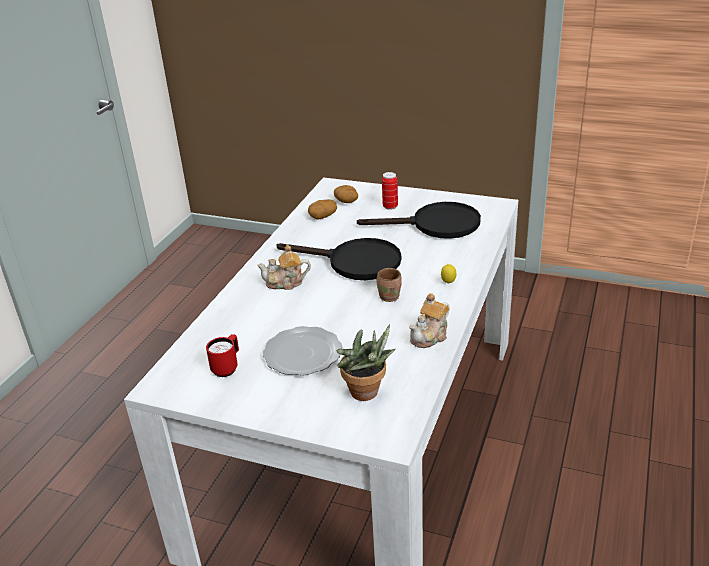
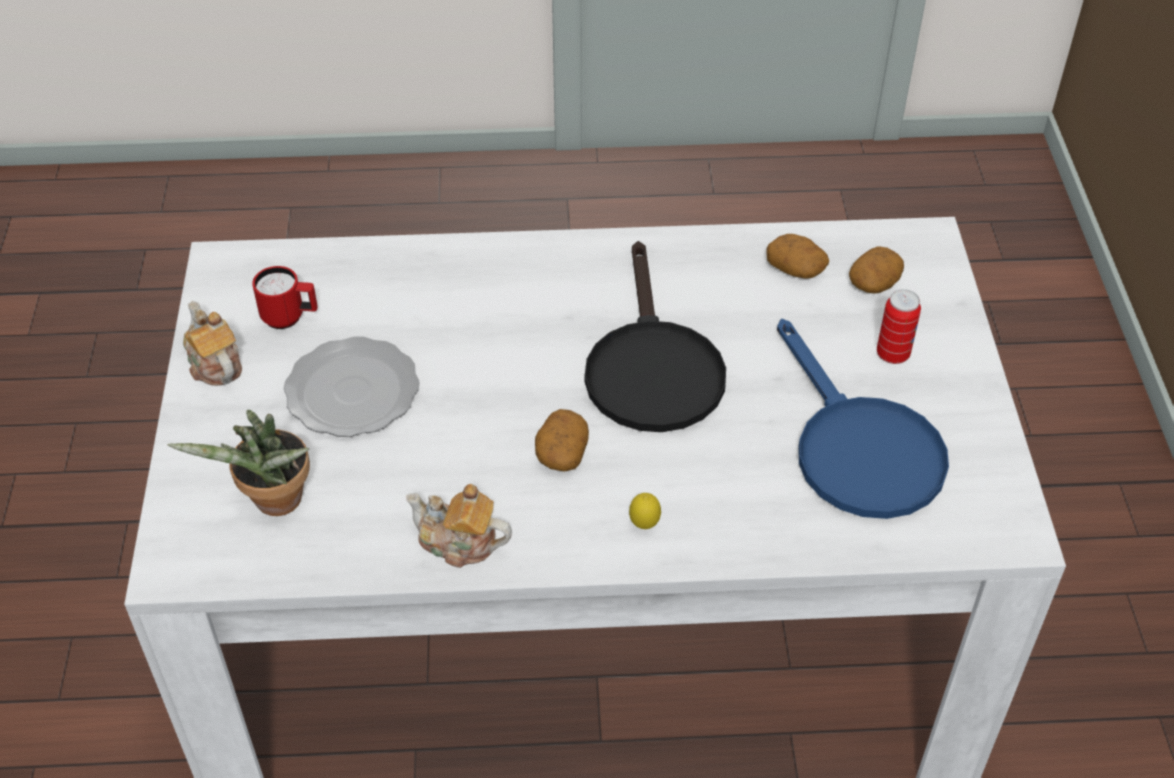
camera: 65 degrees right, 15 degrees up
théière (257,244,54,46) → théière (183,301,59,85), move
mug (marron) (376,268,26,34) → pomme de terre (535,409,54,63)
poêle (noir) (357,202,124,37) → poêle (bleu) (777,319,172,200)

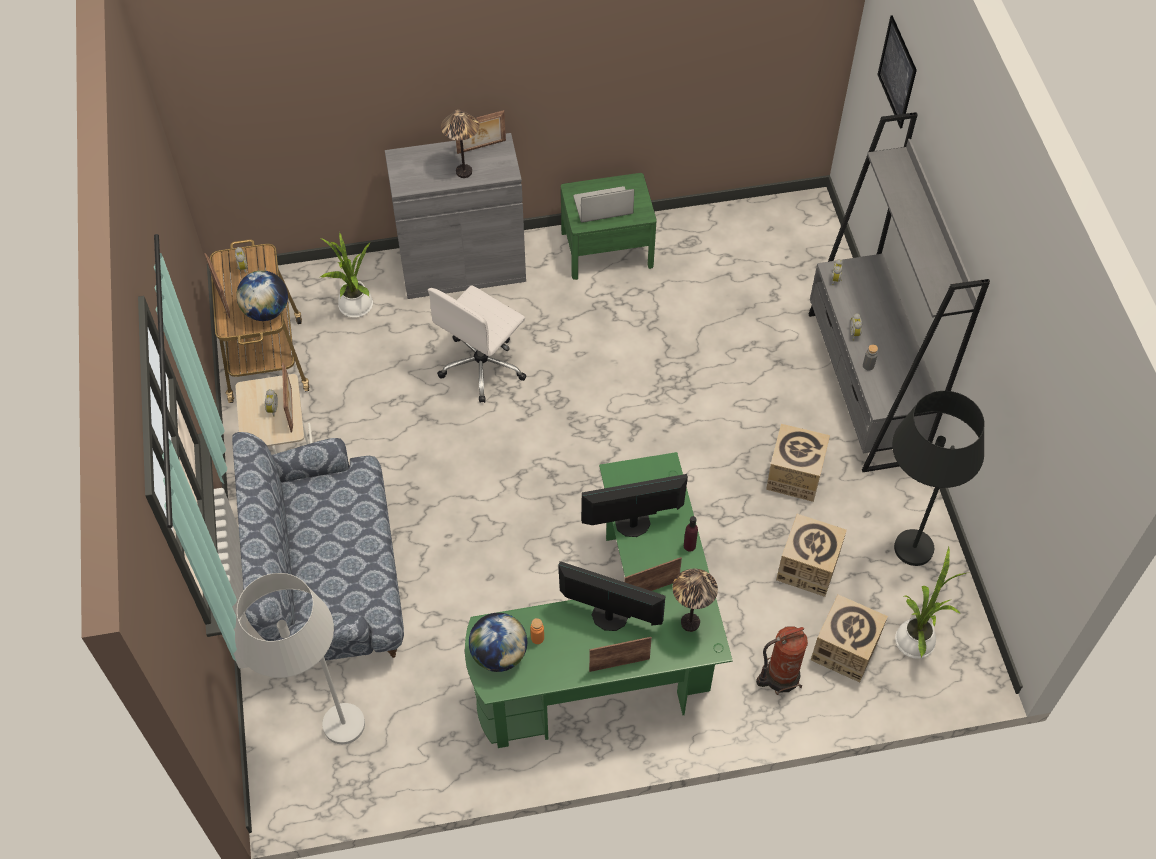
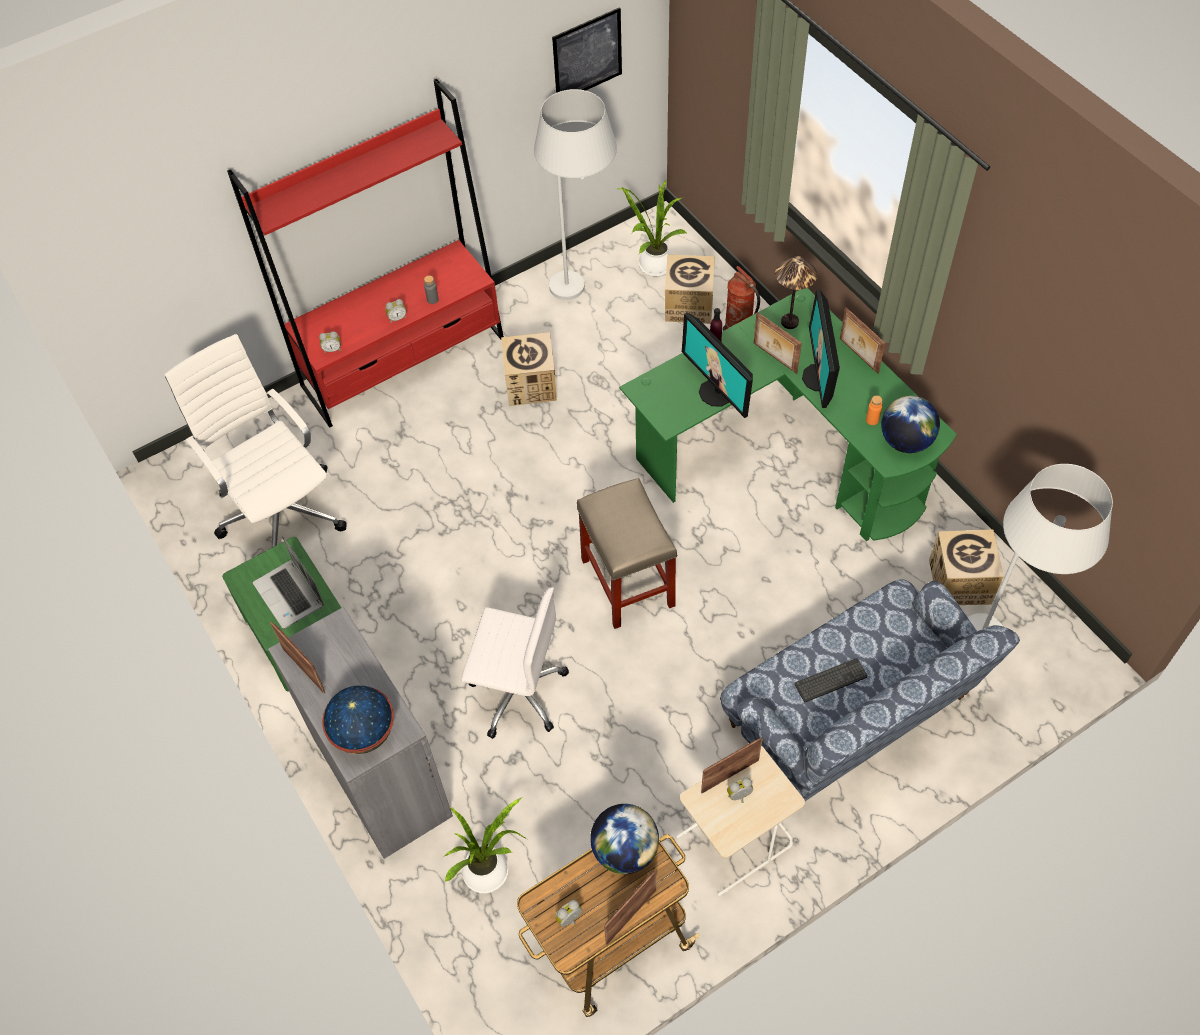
camera: 110 degrees left, 0 degrees up
lampe de table (441,110,38,68) → -
- → chaise de bureau (blanc) (164,334,183,213)
- → globe (322,685,72,69)
- → tabouret (beige) (577,478,100,151)
- → clavier (795,658,73,44)
carton (776,514,71,83) → carton (929,530,75,75), move
tableau (877,15,40,114) → tableau (552,7,70,86), move
bibliothèque (gris) (808,112,182,360) → bibliothèque (rouge) (227,78,277,350)
lampadaire (noir) (892,391,93,175) → lampadaire (blanc) (534,89,83,211)

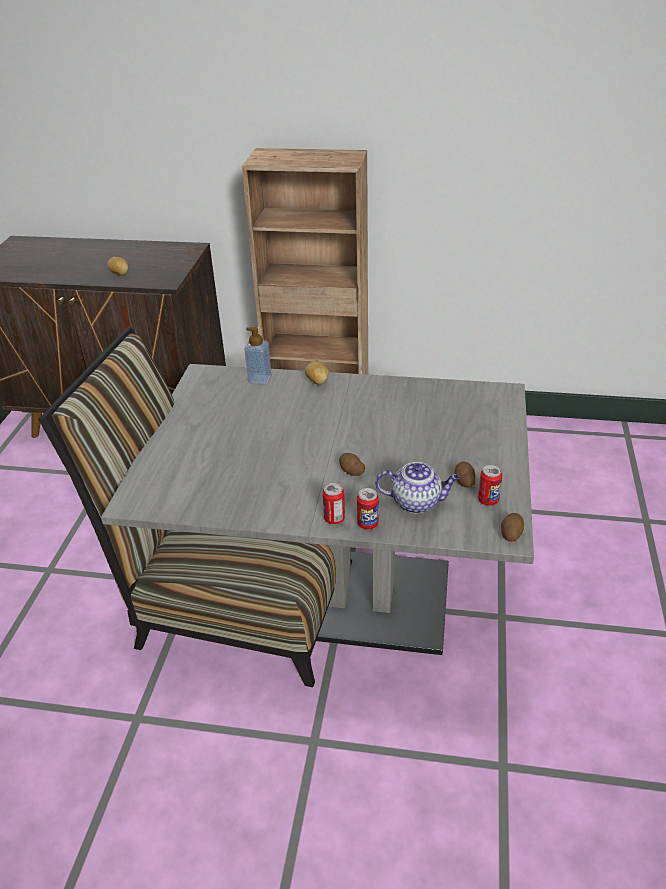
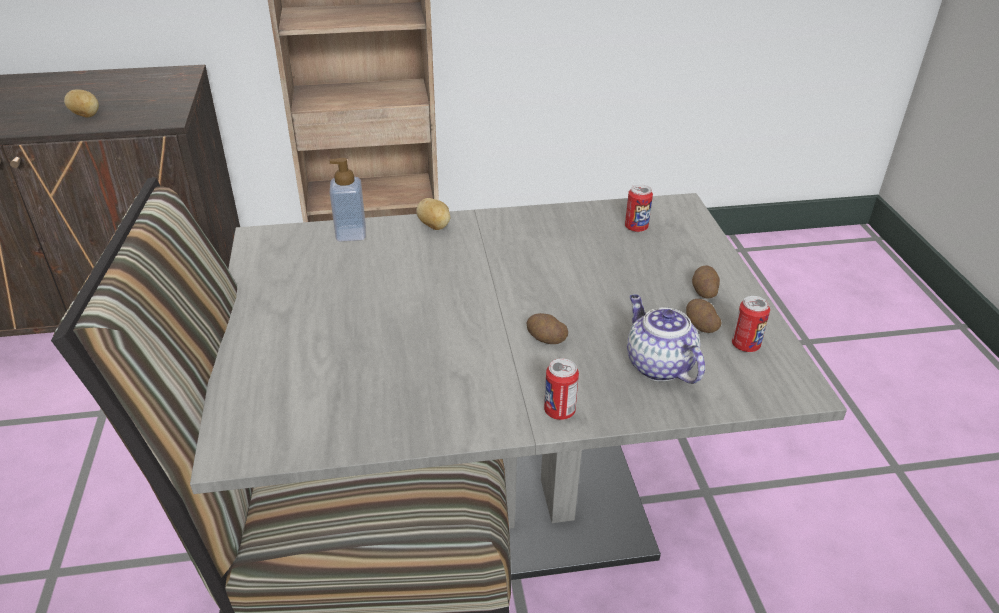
camera: 20 degrees left, 0 degrees up
boîte métallique (357,488,22,42) → boîte métallique (625,184,28,48), move
pomme de terre (501,513,23,28) → pomme de terre (692,265,28,33), move
théière (375,462,85,51) → théière (627,294,78,90), 105 degrees counterclockwise

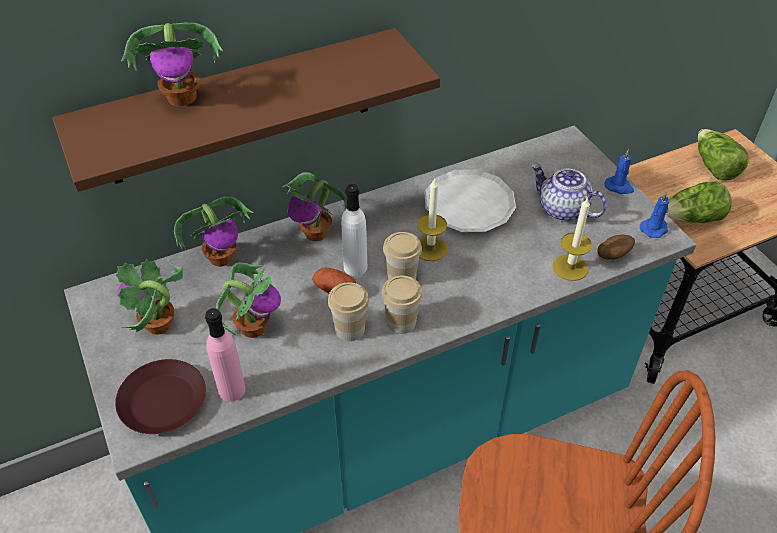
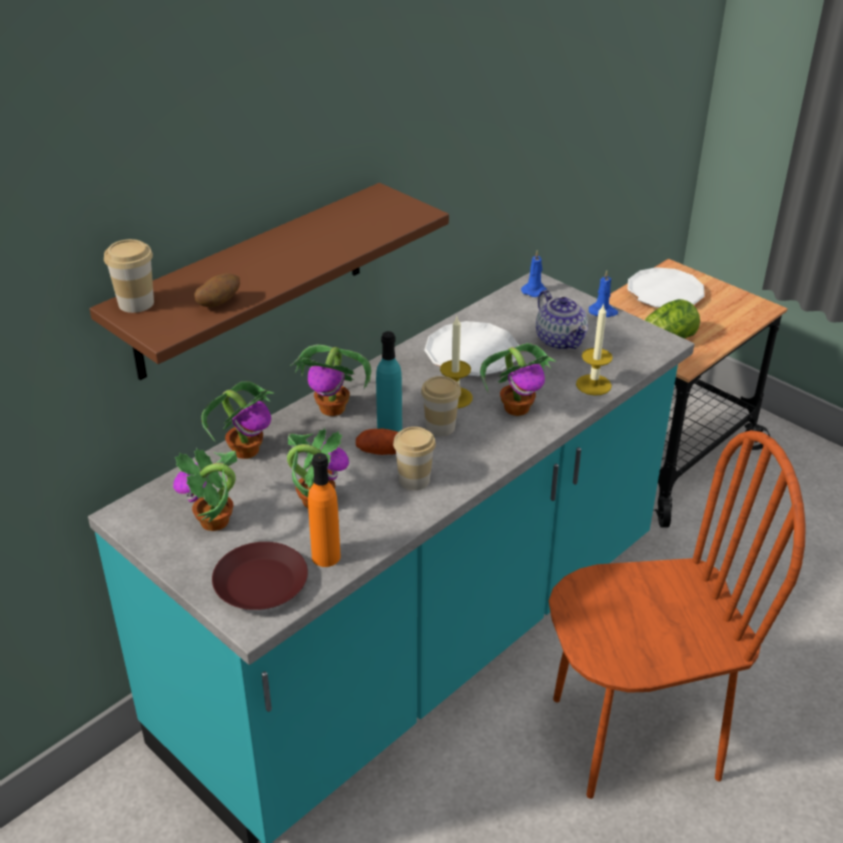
camera: 20 degrees left, 10 degrees down
plante en pot (121,22,102,84) → plante en pot (480,343,76,73), move
tasse (381,276,41,58) → tasse (104,239,50,74), move
pomme de terre (597,235,38,25) → pomme de terre (194,273,46,34), move
bougie (bleu) (640,192,29,46) → bougie (bleu) (521,250,26,47), move
laitue (698,129,51,52) → assiette (blanc) (628,267,77,41)
bouteille (rose) (205,308,41,94) → bouteille (orange) (308,453,33,114)
bouteille (blanc) (341,184,26,92) → bouteille (turquoise) (376,331,26,101)
théière (531,164,76,58) → théière (536,290,52,60), 135 degrees counterclockwise

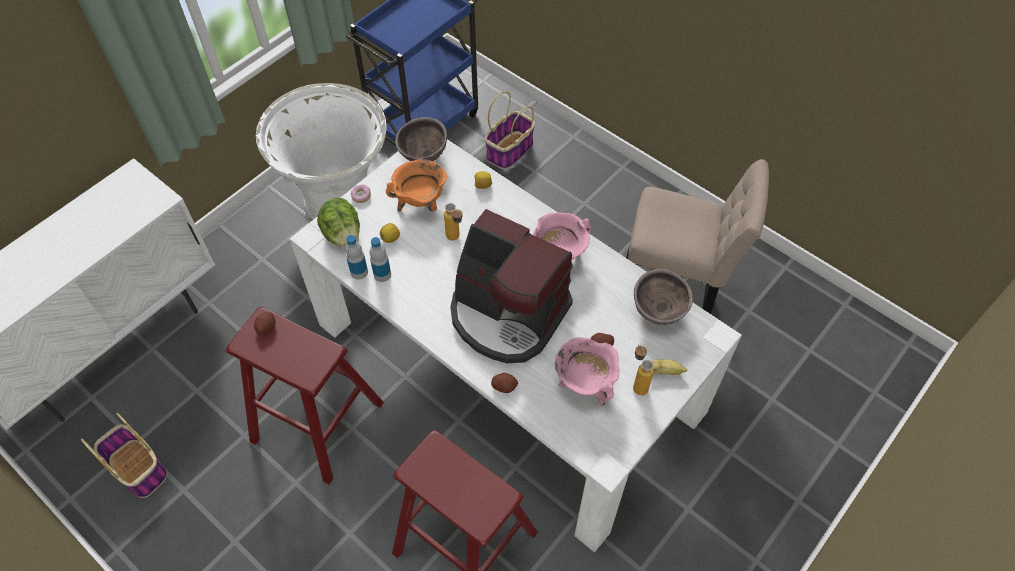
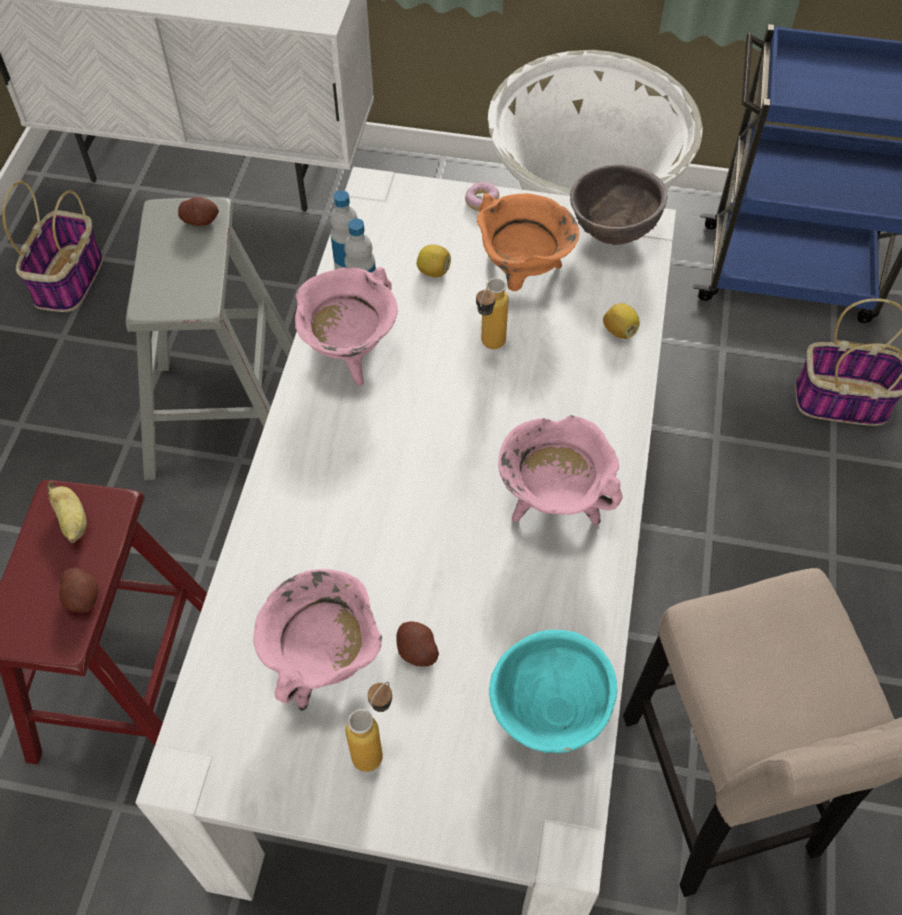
camera: 60 degrees right, 0 degrees up
laitue (317,198,43,50) → -
machine à café (450,209,123,154) → -
- → marmite (rose) (295,267,103,119)
pomme de terre (491,373,27,20) → pomme de terre (59,568,39,45), move
banane (652,359,35,16) → banane (47,482,40,61), move
tabouret (rouge) (226,307,158,177) → tabouret (gris) (126,198,168,282)
bol (marron) (634,269,59,56) → bol (turquoise) (489,630,128,123)

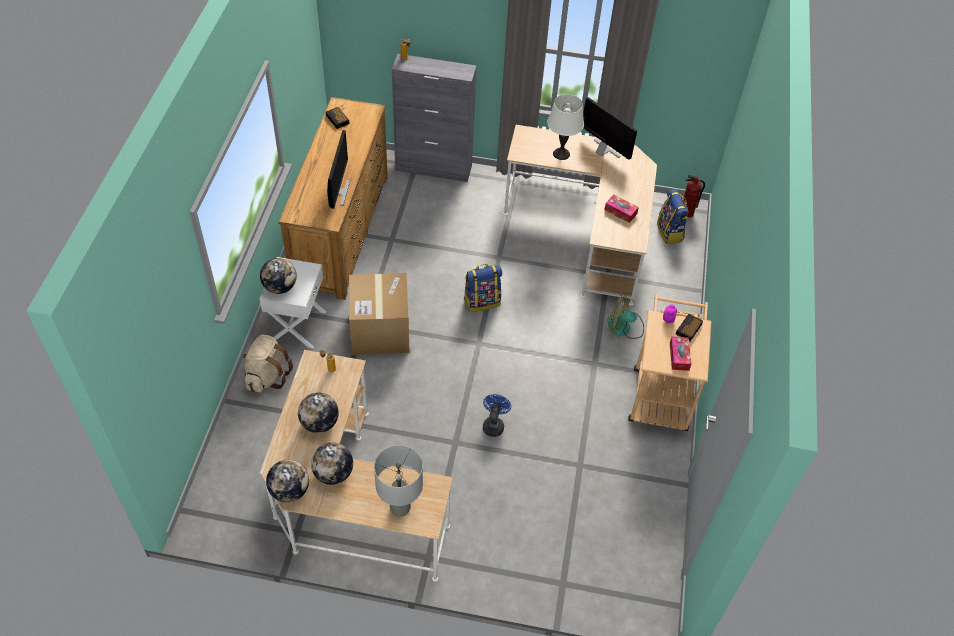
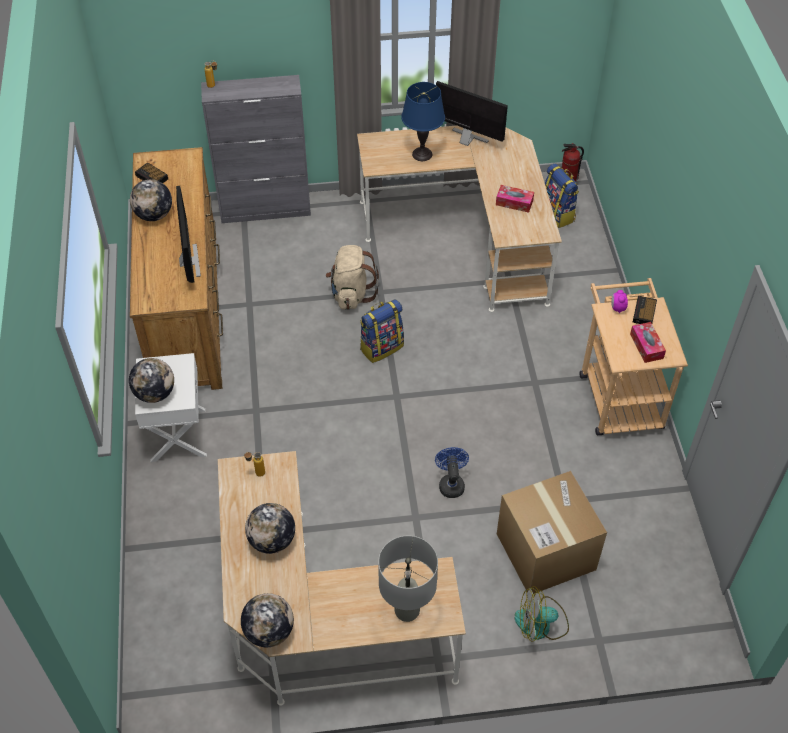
camera: 15 degrees left, 0 degrees up
sac à dos (beige) (243,335,50,57) → sac à dos (beige) (326,245,53,65), move
globe (311,443,42,42) → globe (130,179,42,42), move
carton (349,273,60,82) → carton (497,471,110,123), move
ventilateur (607,295,37,44) → ventilateur (515,586,54,56), move
lampe de table (blanc) (547,94,37,66) → lampe de table (bleu) (401,82,44,79)

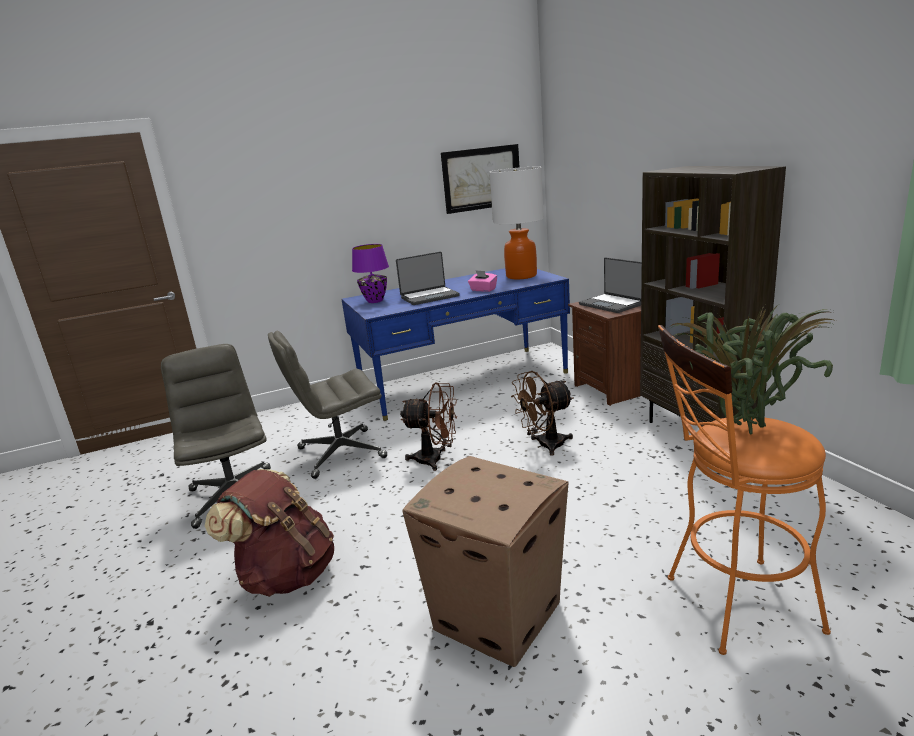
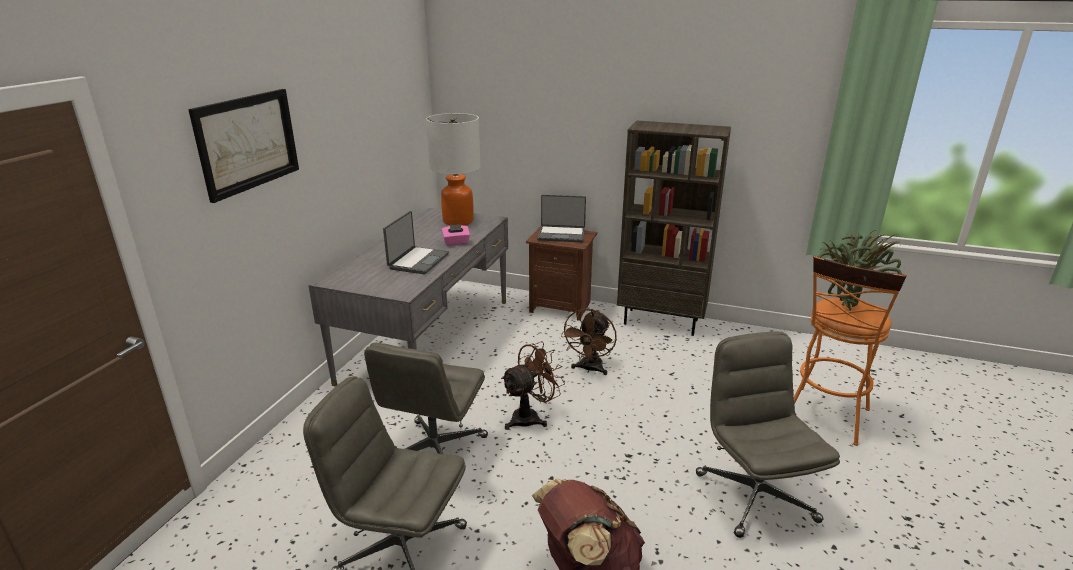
camera: 50 degrees left, 5 degrees up
lampe de table (violet) (352,244,37,59) → -
tableau (441,144,78,70) → tableau (188,89,111,114), move
carton (402,456,167,211) → chaise de bureau (gris) (696,332,144,206)
bureau (bleu) (341,268,229,153) → bureau (gris) (308,208,200,178)

